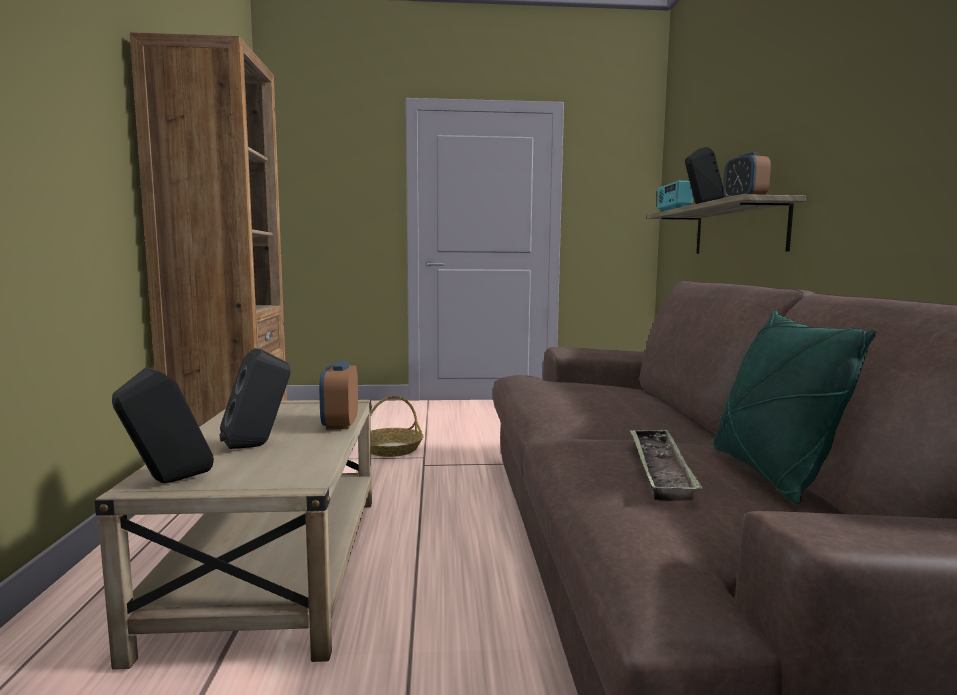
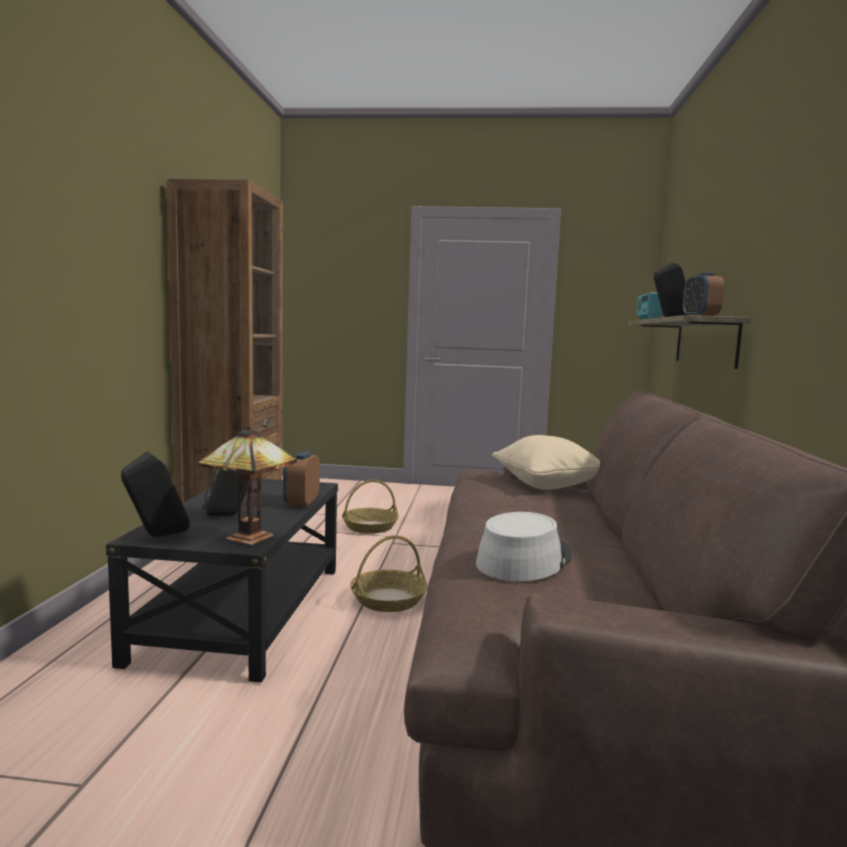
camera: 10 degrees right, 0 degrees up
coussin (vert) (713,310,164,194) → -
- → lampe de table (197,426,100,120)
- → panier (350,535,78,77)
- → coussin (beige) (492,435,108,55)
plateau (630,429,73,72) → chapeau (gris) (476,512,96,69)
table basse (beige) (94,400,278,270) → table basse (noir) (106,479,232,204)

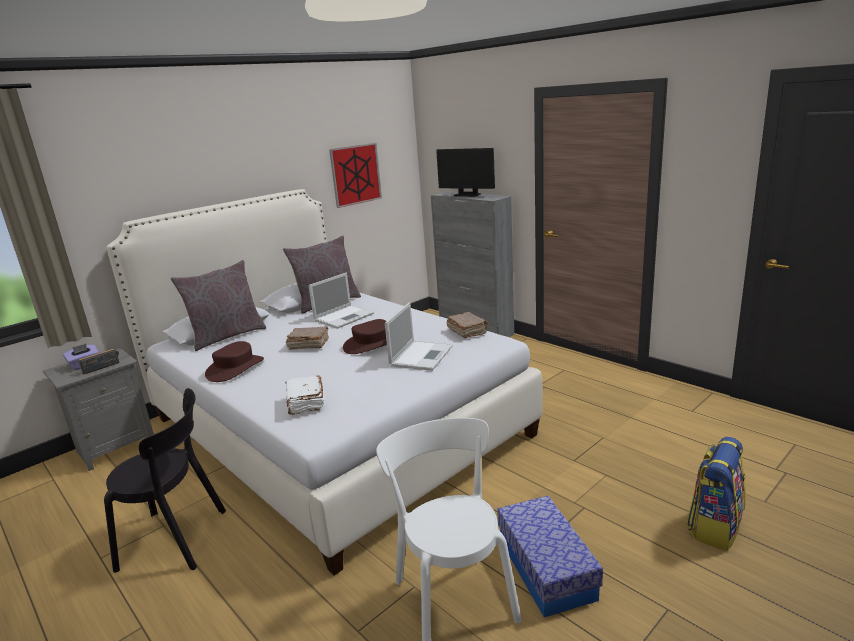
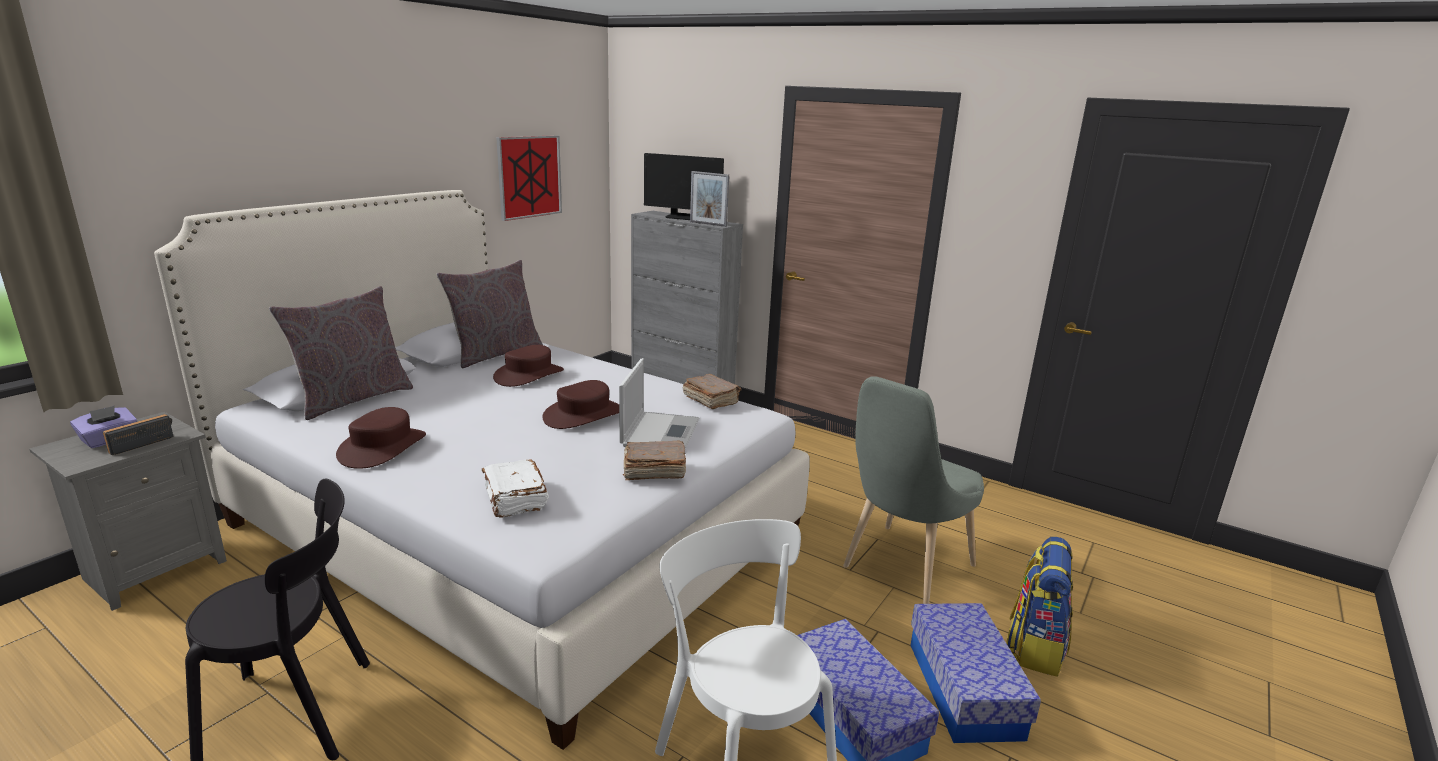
camera: 15 degrees left, 0 degrees up
- → cadre photo (690,171,39,56)
- → chaise (gris) (843,376,141,228)
- → boîte de rangement (910,603,131,140)
livre (marron) (286,327,43,23) → livre (marron) (623,441,63,39), move
ordinateur portable (308,273,66,56) → chapeau (marron) (493,345,71,42)

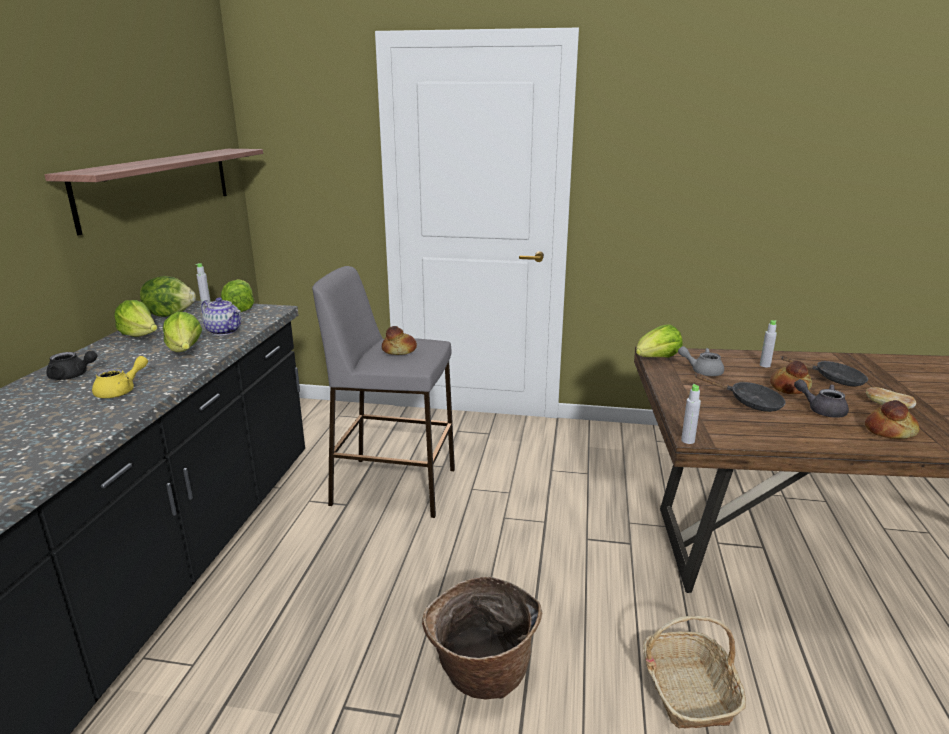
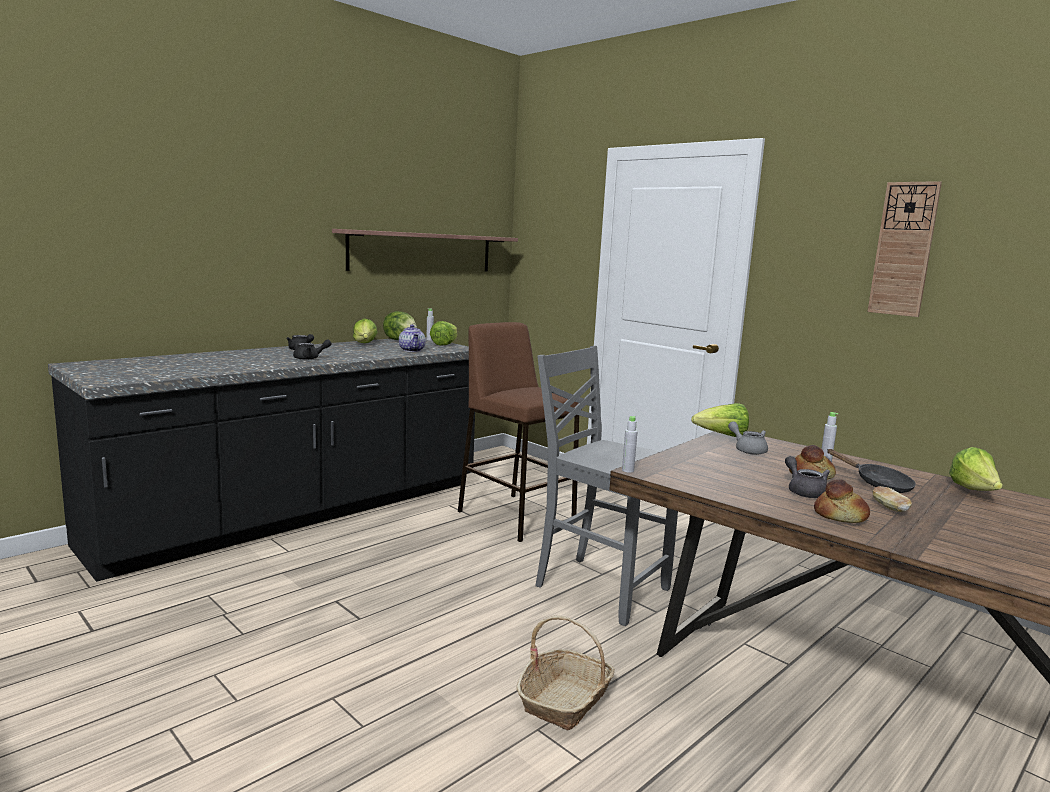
camera: 35 degrees right, 10 degrees down
pain (382,326,35,29) → -
panier (422,577,120,122) → -
poêle (noir) (696,373,89,39) → -
- → chaise (gris) (535,346,143,280)
- → horloge murale (868,181,74,136)
laitue (163,311,39,41) → laitue (949,447,54,44), move
théière (jaune) (92,356,56,42) → théière (noir) (293,340,39,20)
tabouret (gris) (312,266,143,252) → tabouret (marron) (458,322,124,220)

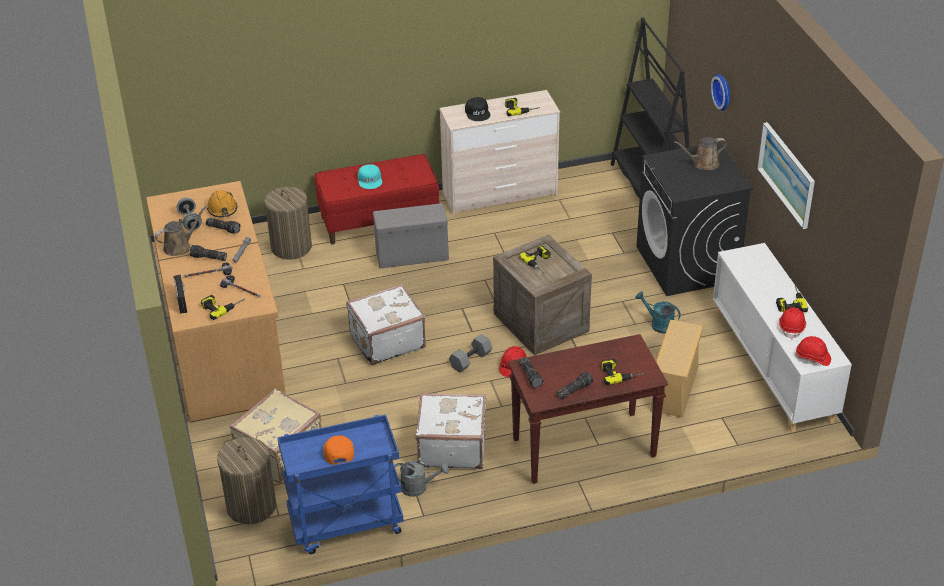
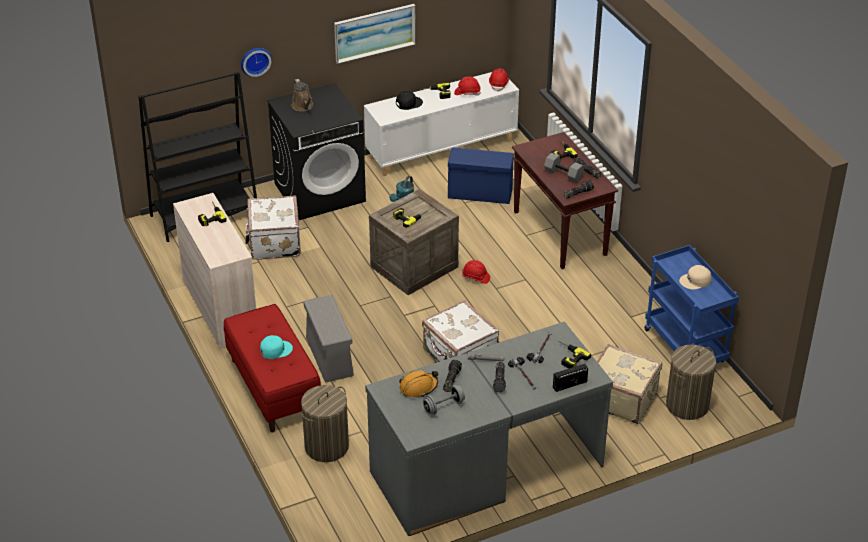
camera: 100 degrees left, 0 degrees up
arrosoir (marron) (155,206,51,50) → -
arrosoir (gris) (394,461,55,36) → -
valise (blanc) (416,393,70,76) → valise (blanc) (245,196,56,64), move
haltère (gris) (449,334,43,39) → haltère (gris) (544,153,40,30), move
casquette (noir) (465,97,25,24) → casquette (noir) (396,91,27,19), move
bureau (marron) (146,181,140,242) → bureau (gris) (365,321,248,215)
casquette (orange) (323,435,31,30) → casquette (beige) (679,265,33,25)
boîte de rangement (beige) (650,320,53,97) → boîte de rangement (bleu) (448,147,66,57)

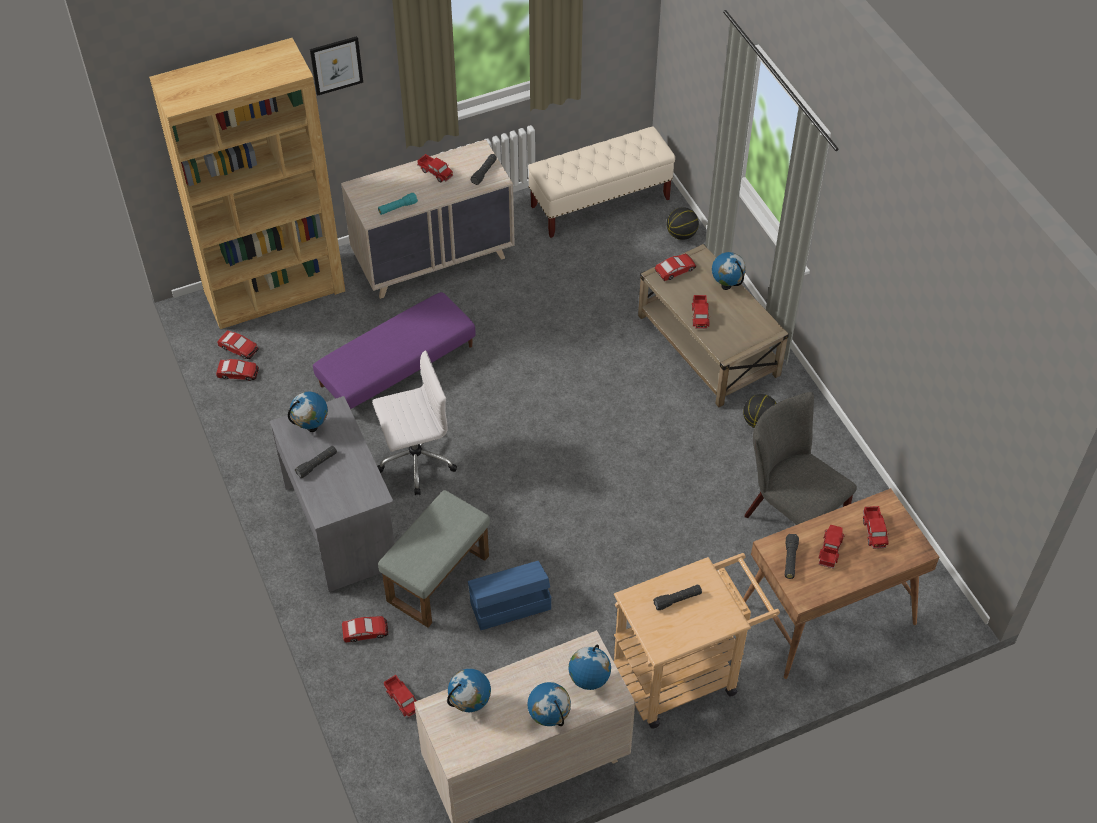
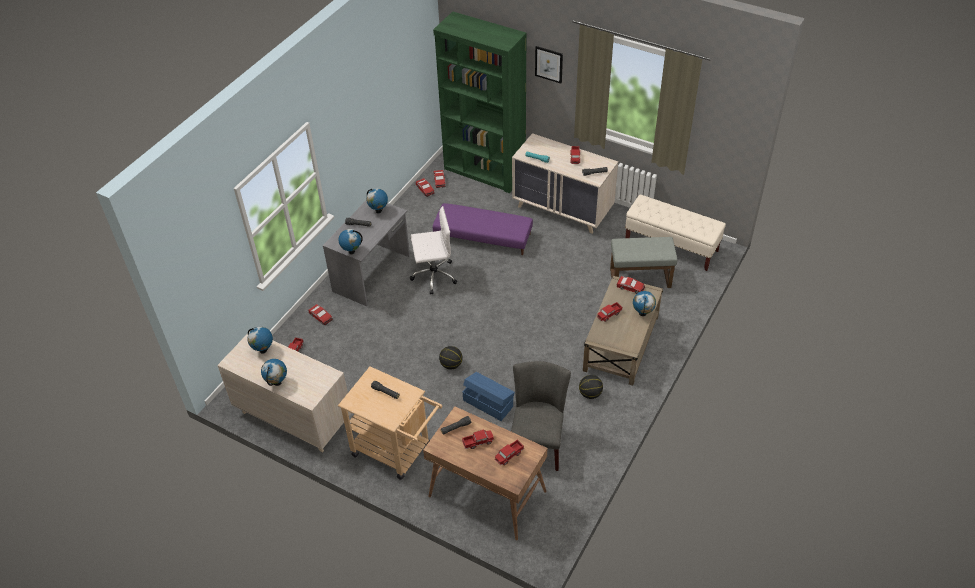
camera: 55 degrees right, 5 degrees down
pouf (gris) (378,490,112,137) → pouf (gris) (610,237,68,51), move
boîte de rangement (bleu) (468,561,83,69) → boîte de rangement (bleu) (463,372,52,49), move
globe (568,645,43,45) → globe (339,229,24,25), move
ballon de basket (667,207,32,33) → ballon de basket (439,346,24,23), move
bibliothèque (marron) (149,38,196,291) → bibliothèque (vert) (433,11,94,182)
chaise de bureau (blanc) (372,350,85,145) → chaise de bureau (blanc) (410,206,47,89), 45 degrees counterclockwise

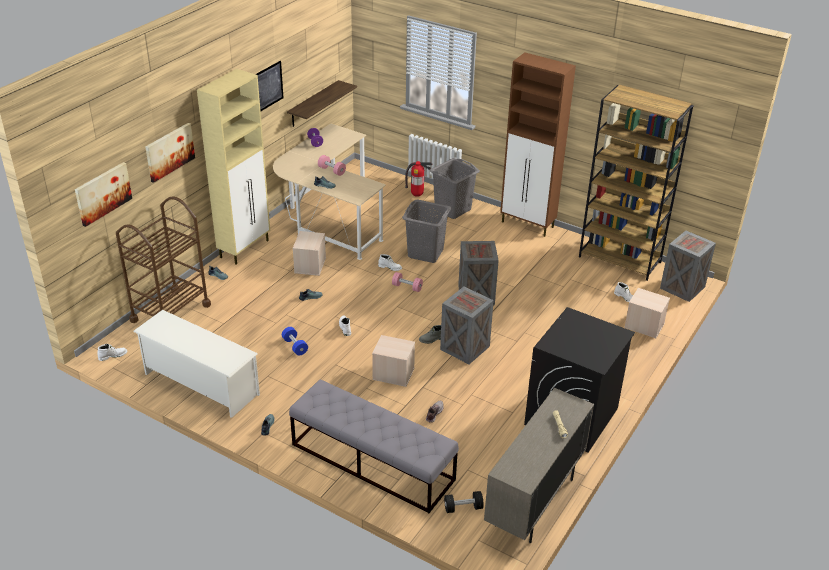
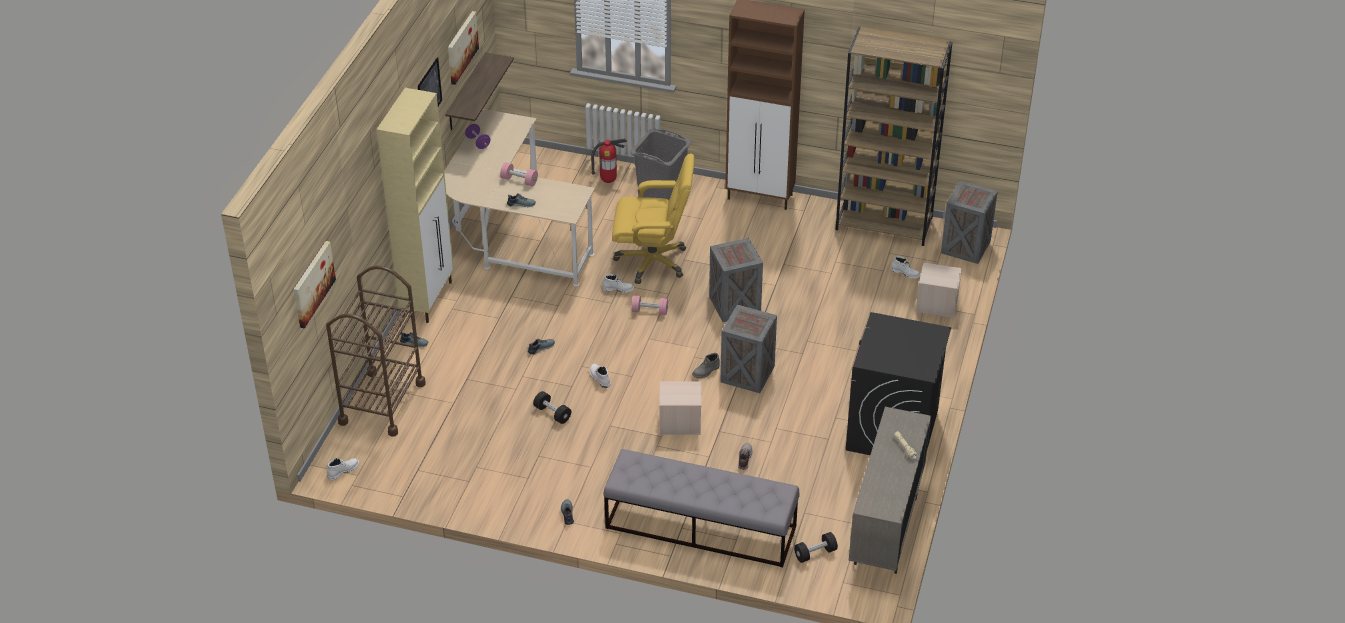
camera: 15 degrees left, 5 degrees up
étagère à chaussures (blanc) (133,310,127,108) → -
boîte de rangement (beige) (293,231,33,45) → -
tableau (146,123,49,60) → tableau (448,11,31,74), move
panier à linge (gris) (402,199,49,64) → chaise de bureau (jaune) (612,153,83,131)
haltère (bleu) (282,327,26,29) → haltère (noir) (533,391,38,33)

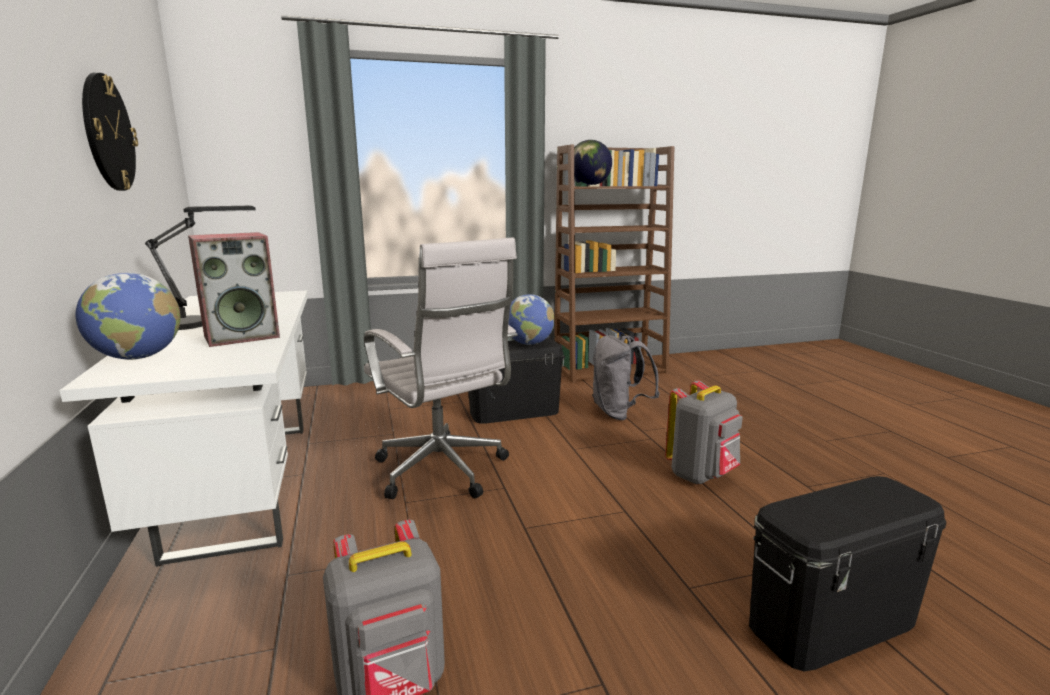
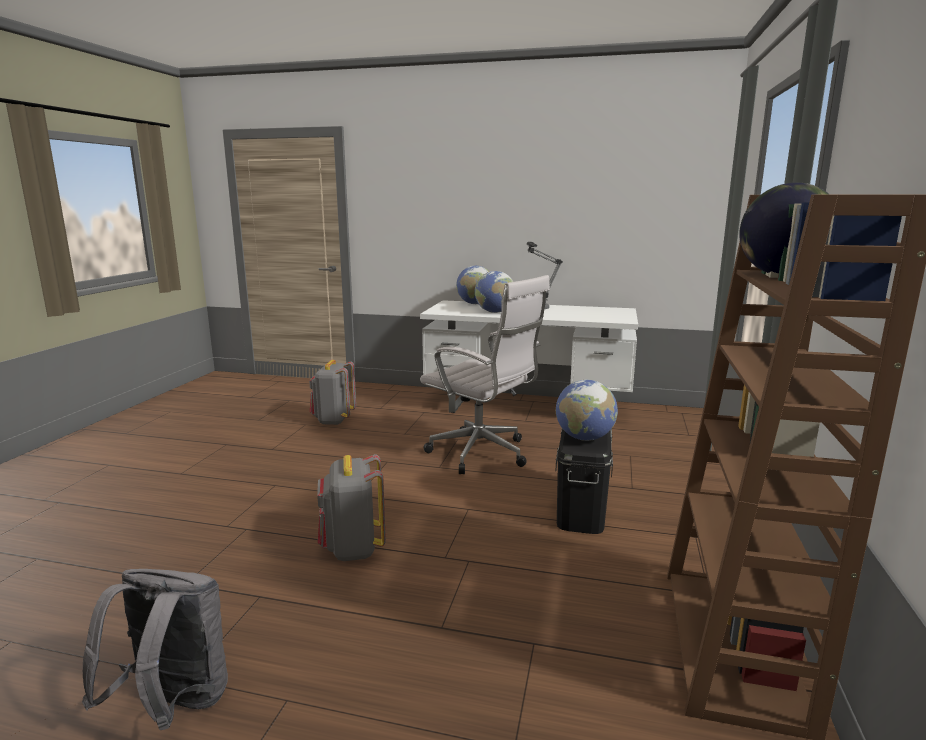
camera: 120 degrees right, 0 degrees up
horloge murale (82,72,56,119) → -
boîte de rangement (noir) (749,476,197,196) → -
sac à dos (gris) (592,334,67,86) → sac à dos (gris) (82,569,146,161), move
enceinte (188,232,92,115) → globe (475,271,38,42)
chaise de bureau (blanc) (364,237,154,262) → chaise de bureau (blanc) (420,275,130,199), 135 degrees counterclockwise

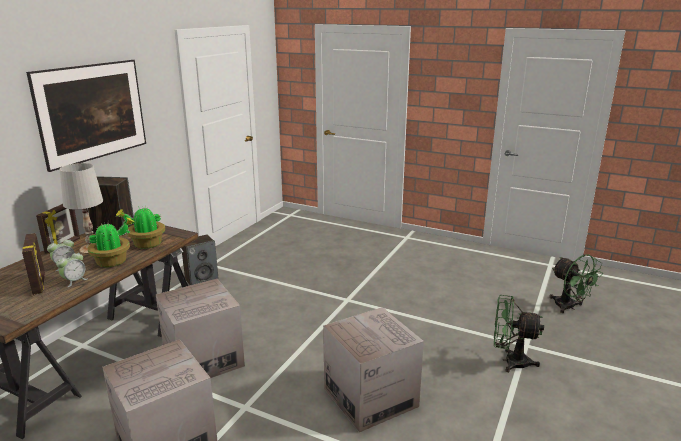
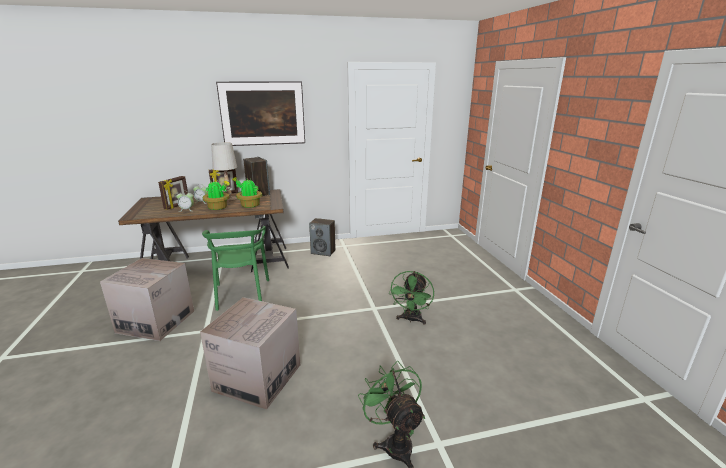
camera: 50 degrees right, 0 degrees up
ventilateur (vert) (549,254,53,59) → ventilateur (vert) (389,271,45,54), move
carton (156,279,89,99) → chaise (vert) (202,226,67,85)

